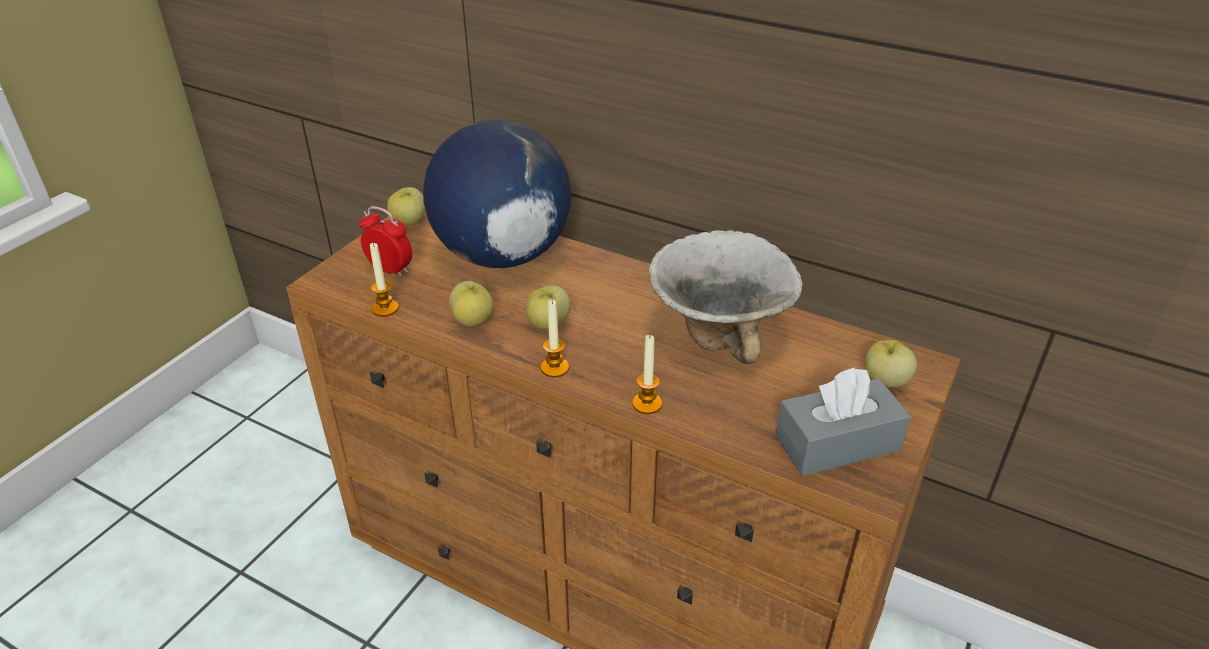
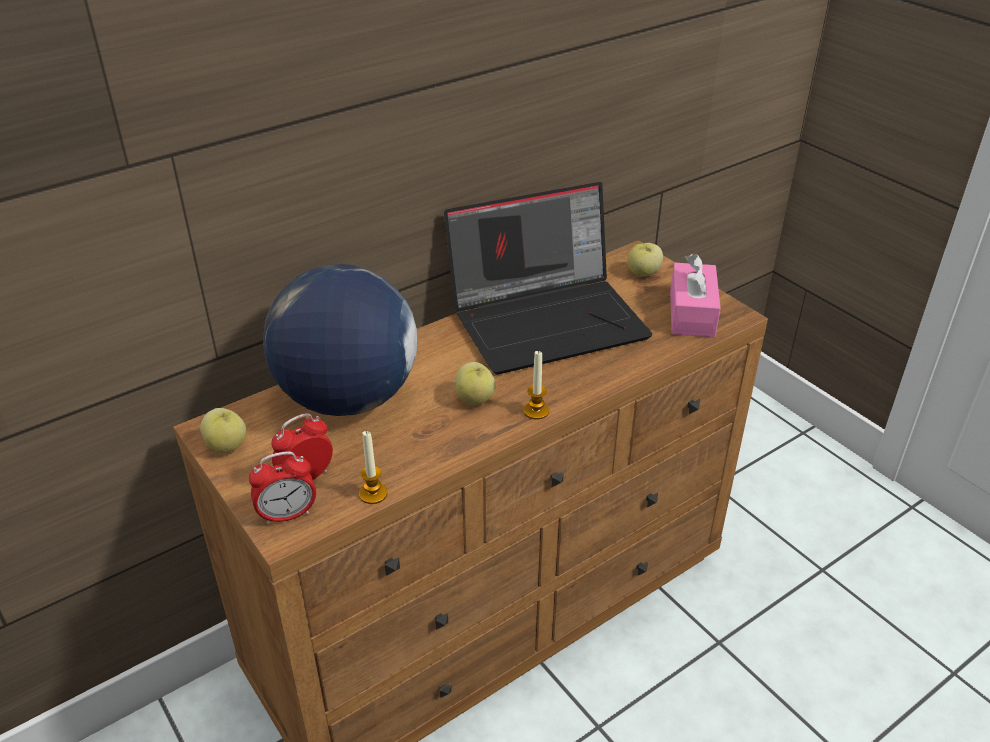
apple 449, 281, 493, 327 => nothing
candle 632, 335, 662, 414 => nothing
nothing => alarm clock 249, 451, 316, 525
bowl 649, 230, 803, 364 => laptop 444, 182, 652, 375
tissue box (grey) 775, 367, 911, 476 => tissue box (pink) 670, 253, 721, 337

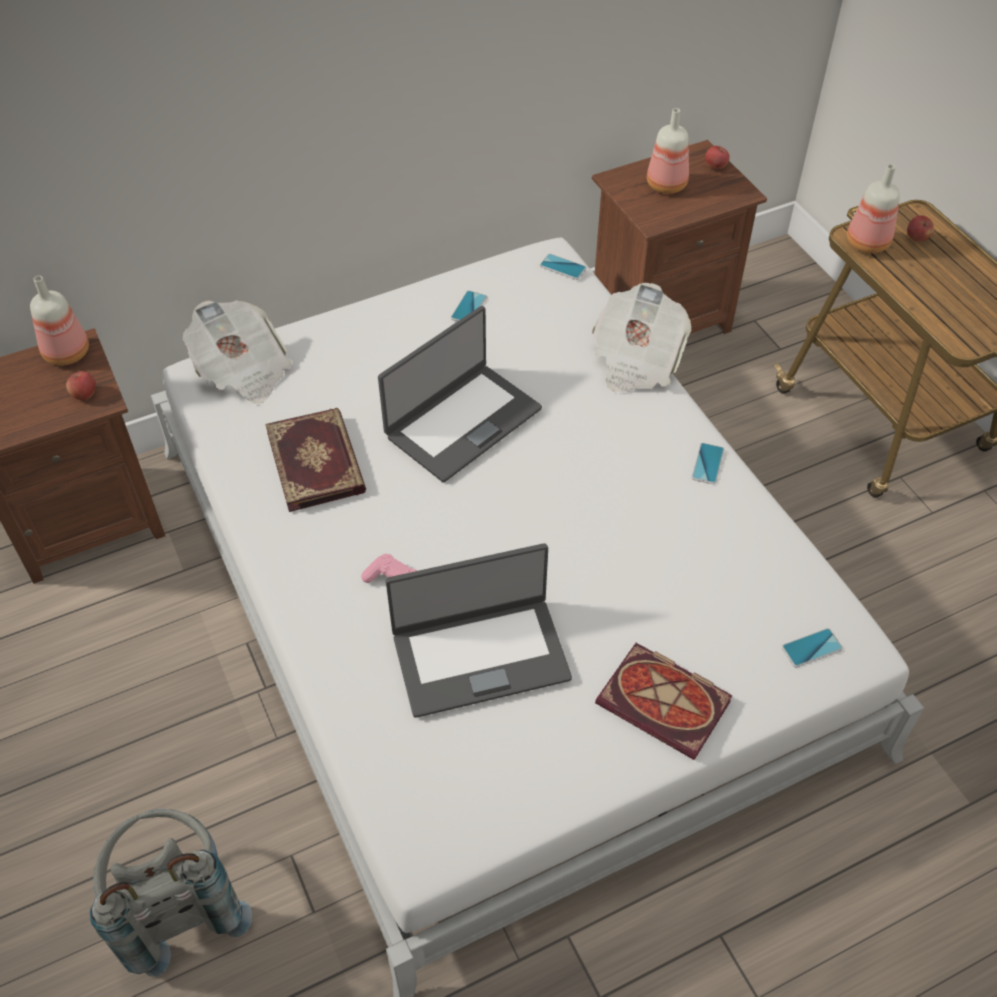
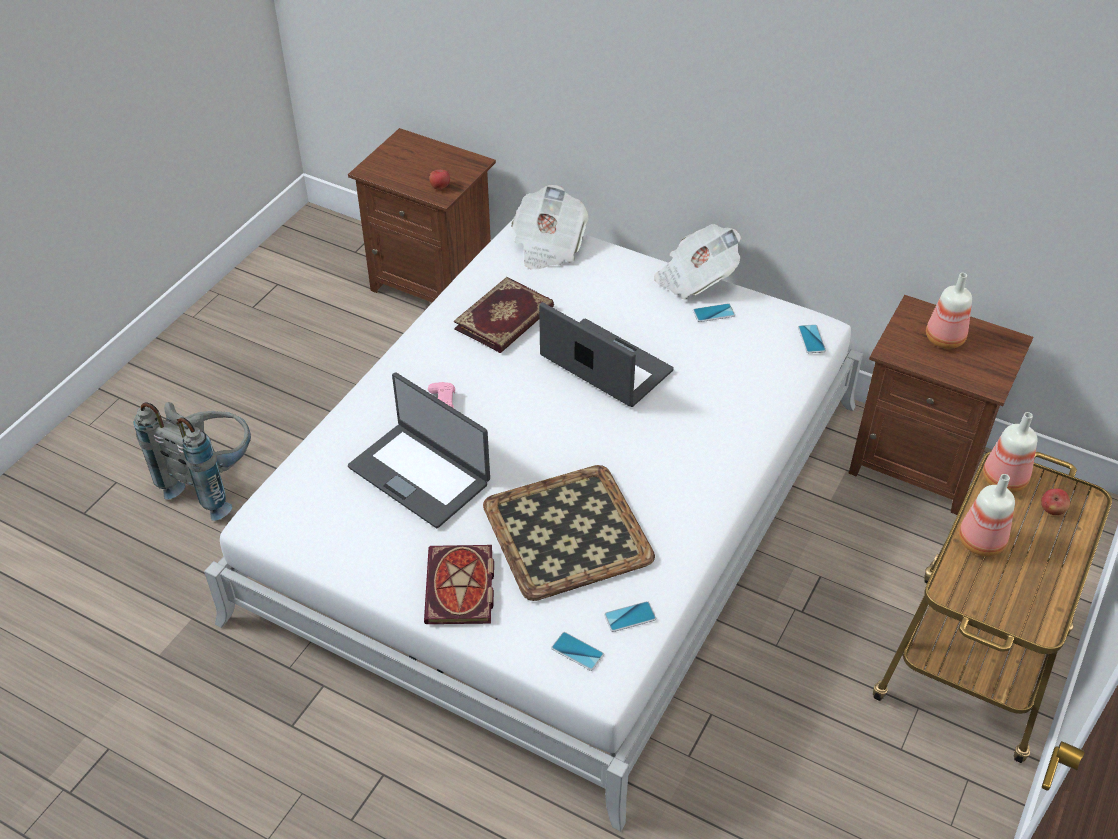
apple 705, 146, 730, 169 => nothing
nothing => tray 483, 465, 655, 601
bottle 30, 276, 89, 366 => bottle 959, 474, 1015, 556, move
newspaper 592, 283, 692, 392 => newspaper 654, 224, 742, 300, move
phone 691, 443, 724, 484 => phone 604, 601, 656, 632, move
laptop 378, 306, 542, 483 => laptop 539, 302, 674, 407, 150 degrees counterclockwise

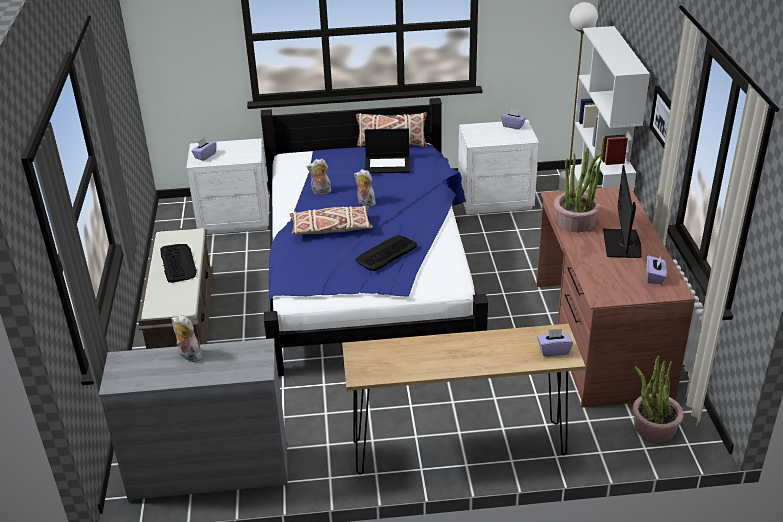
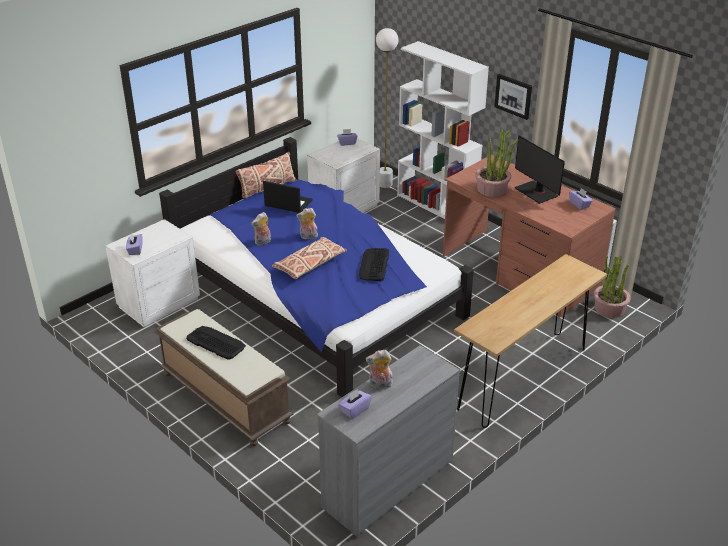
tissue box (purple) 537, 329, 573, 356 => tissue box (purple) 339, 389, 372, 419, move
laptop 365, 128, 410, 174 => laptop 263, 181, 312, 213, 120 degrees counterclockwise

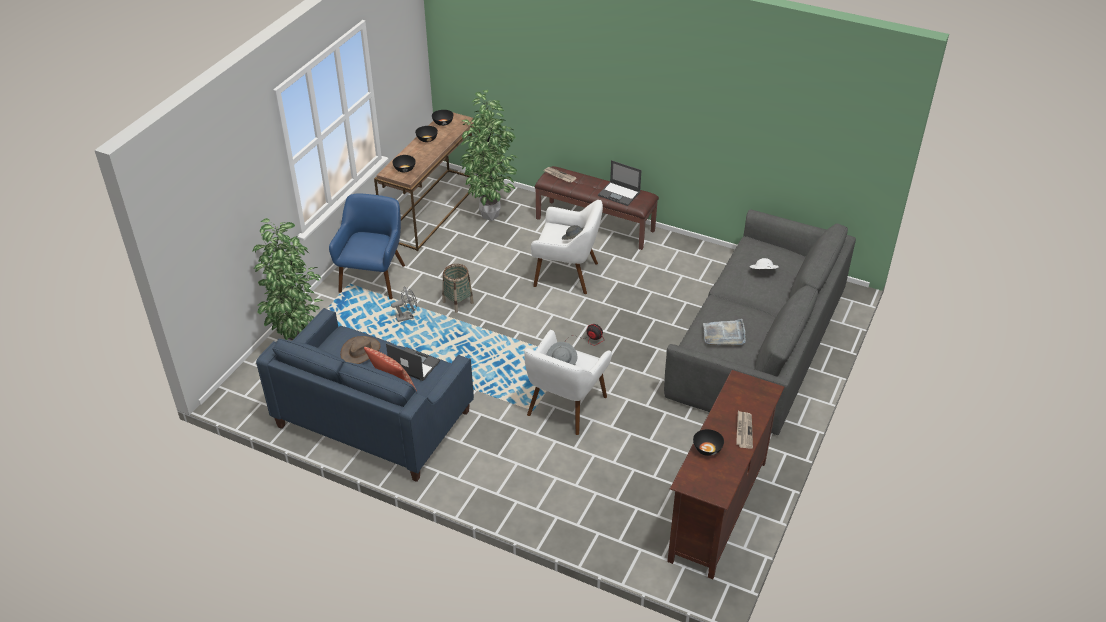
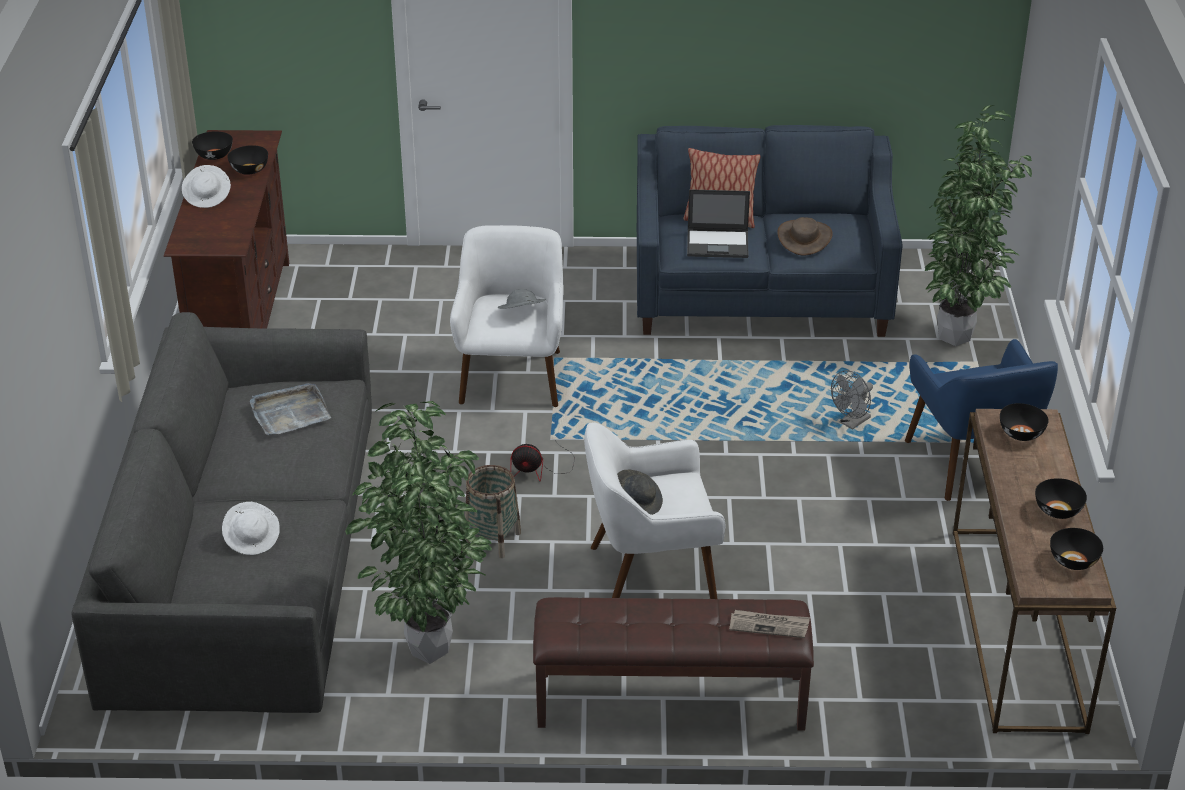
laptop 598, 160, 641, 206 => nothing
nothing => bowl (black) 192, 132, 233, 160
basket 442, 264, 474, 313 => basket 465, 465, 521, 558, move
potted plant 460, 90, 520, 221 => potted plant 345, 401, 492, 664, move
newspaper 736, 411, 753, 449 => hat (white) 182, 165, 231, 208

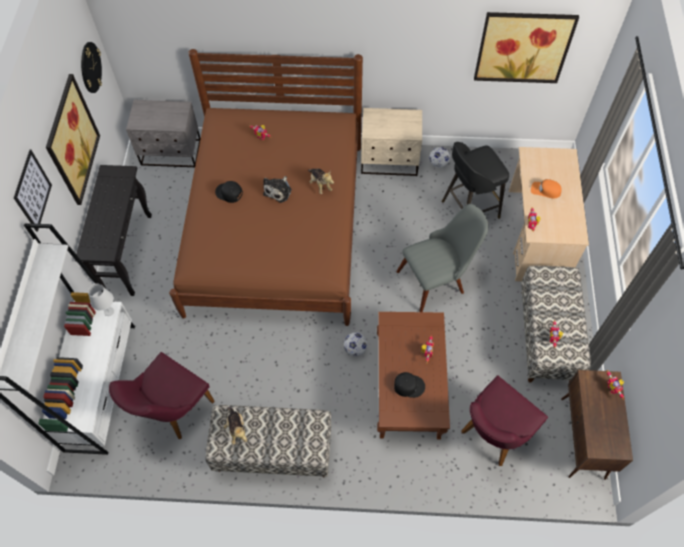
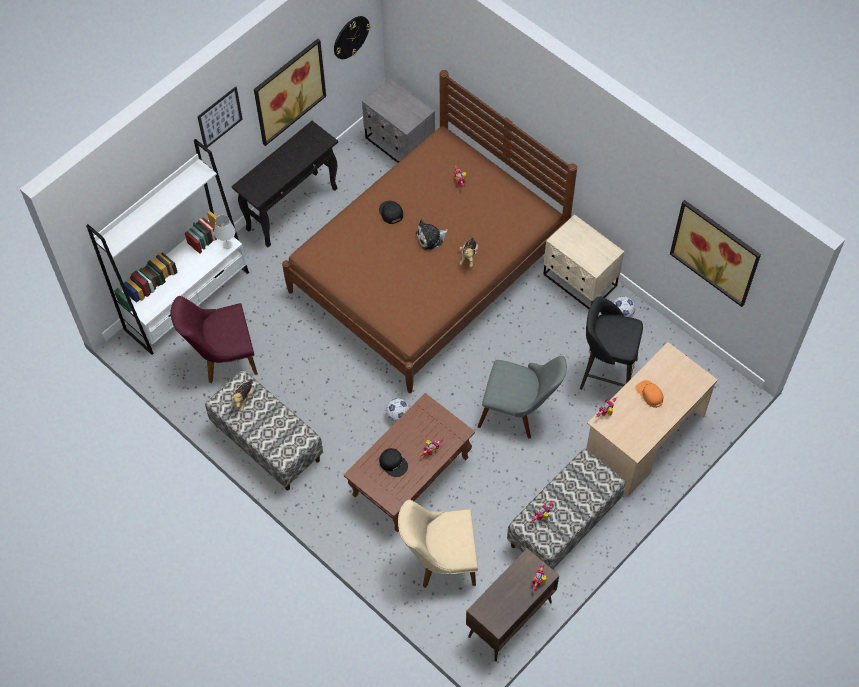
chair (purple) 461, 375, 548, 466 => chair (beige) 398, 500, 478, 588

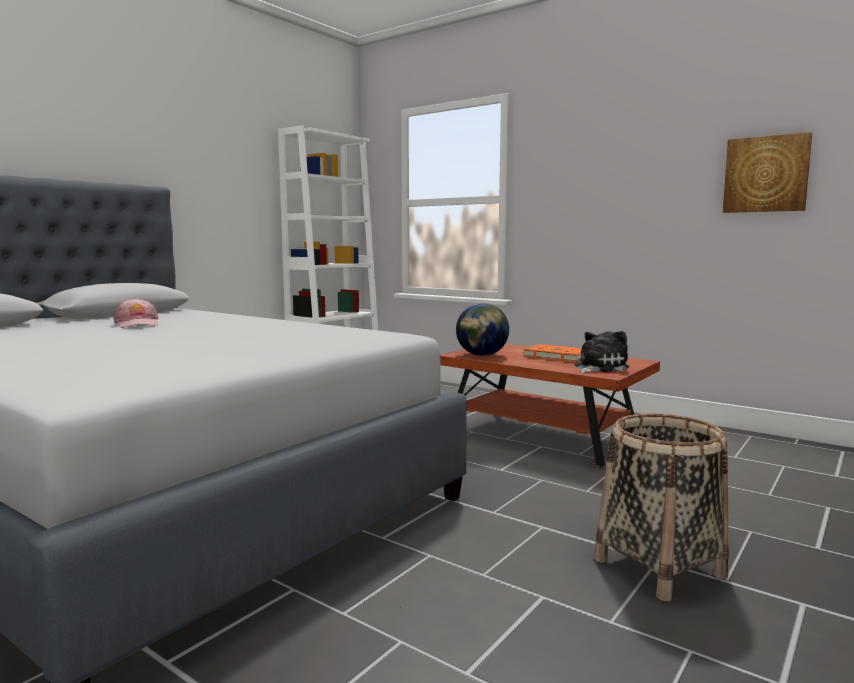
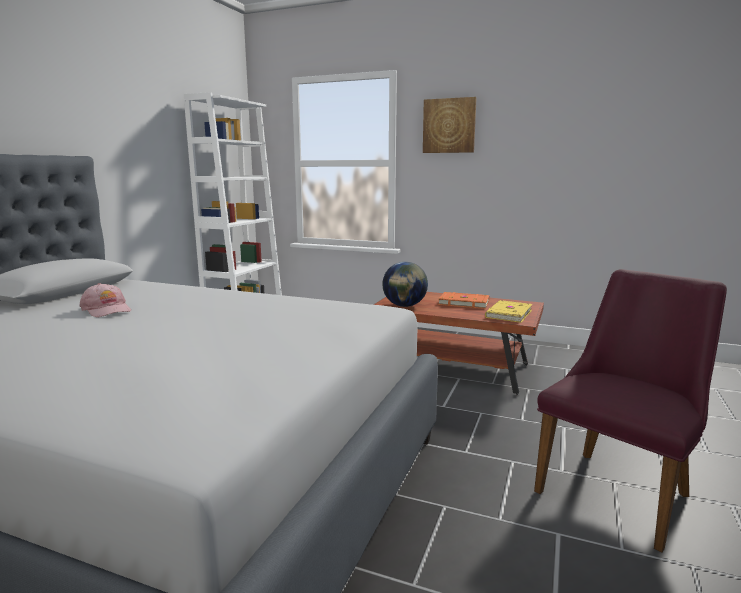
picture 723, 132, 812, 213 => picture 423, 97, 477, 153, move
plush toy 575, 331, 629, 373 => book (yellow) 485, 300, 532, 323
basket 594, 413, 729, 601 => chair (purple) 534, 269, 727, 552

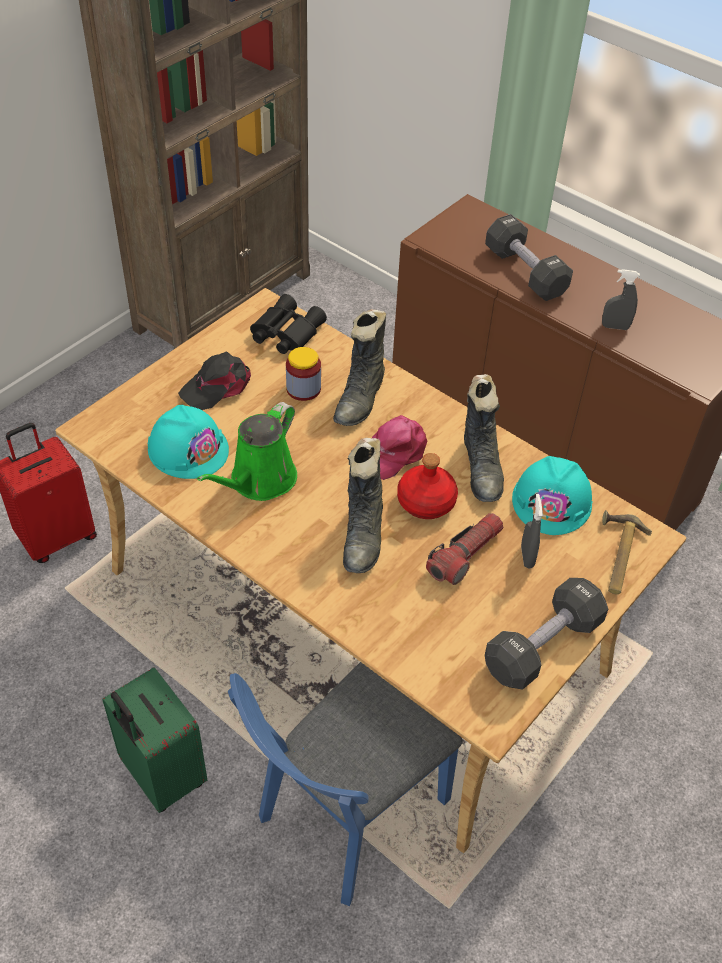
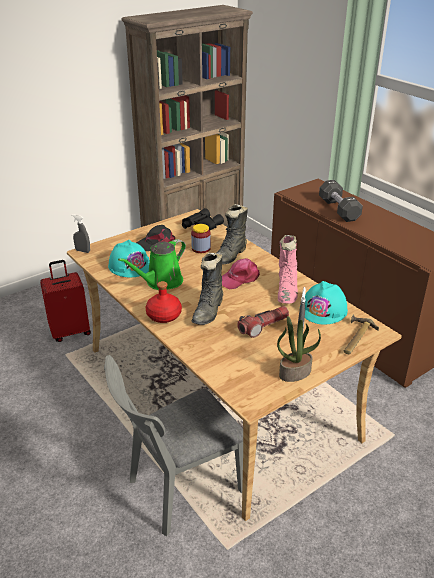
suitcase (green) 102, 667, 207, 813 => nothing
bottle (red) 397, 453, 458, 519 => bottle (red) 146, 281, 182, 323, move
spray bottle (grey) 602, 269, 640, 330 => spray bottle (grey) 72, 214, 90, 253, move
dumbbell (black) 485, 578, 608, 690 => potted plant 277, 316, 321, 382
chair (blue) 228, 662, 463, 906 => chair (grey) 104, 355, 243, 536
boot (black) 464, 374, 504, 502 => boot (pink) 278, 235, 298, 304

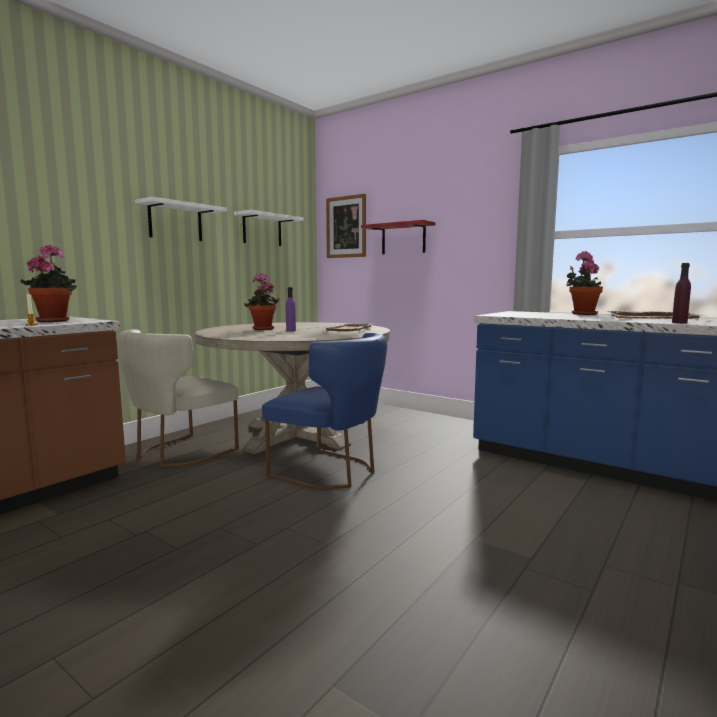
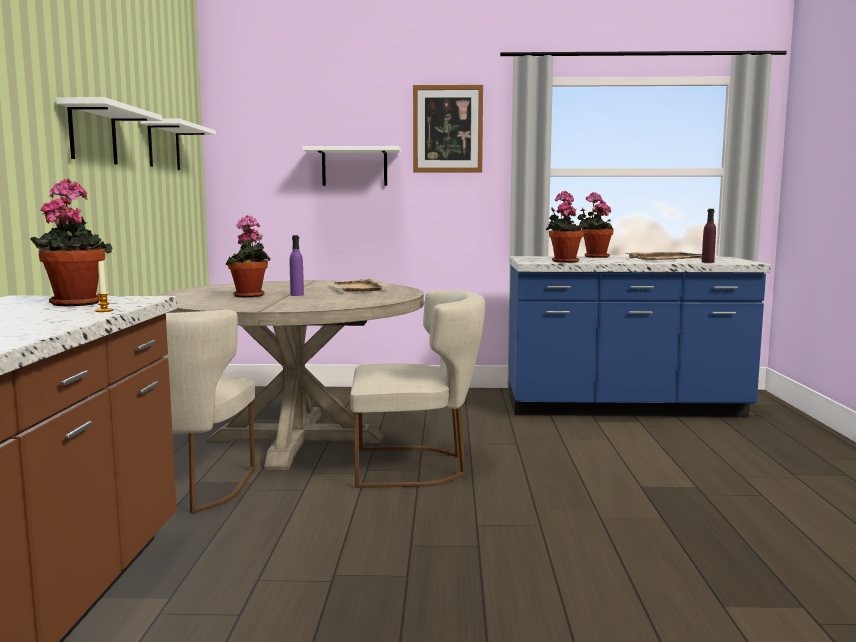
nothing => potted plant 546, 191, 584, 263
picture 326, 194, 366, 258 => picture 413, 85, 483, 172, move
chair (blue) 262, 333, 387, 490 => chair (beige) 351, 290, 485, 488
shelf (red) 361, 220, 436, 254 => shelf (white) 302, 146, 401, 186

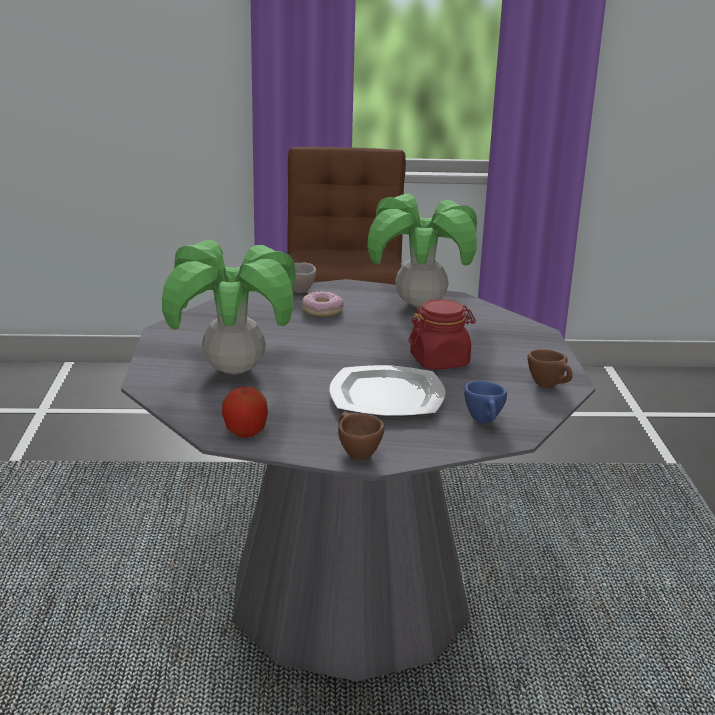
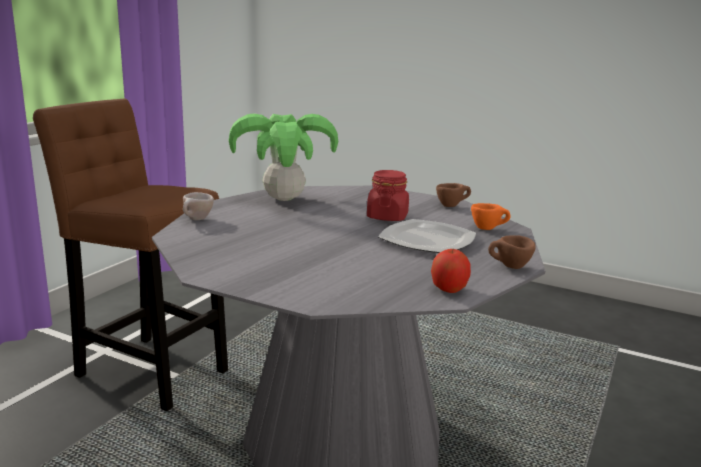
potted plant 162, 240, 295, 375 => nothing
donut 302, 291, 344, 317 => nothing
cup (blue) 464, 381, 507, 423 => cup (orange) 471, 203, 511, 230

